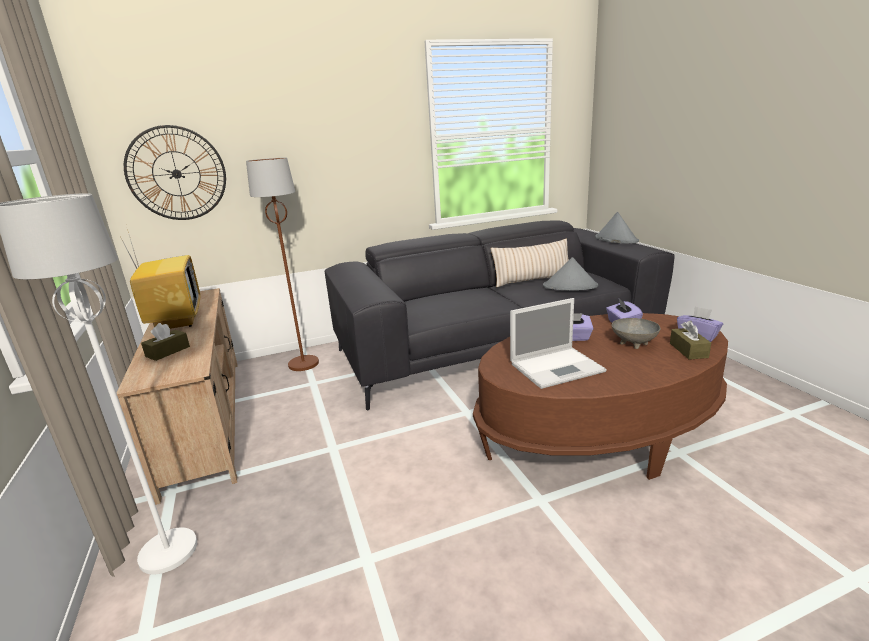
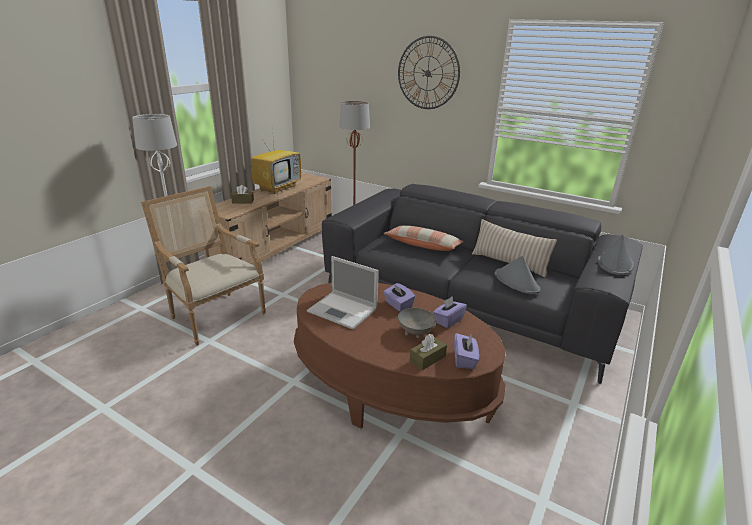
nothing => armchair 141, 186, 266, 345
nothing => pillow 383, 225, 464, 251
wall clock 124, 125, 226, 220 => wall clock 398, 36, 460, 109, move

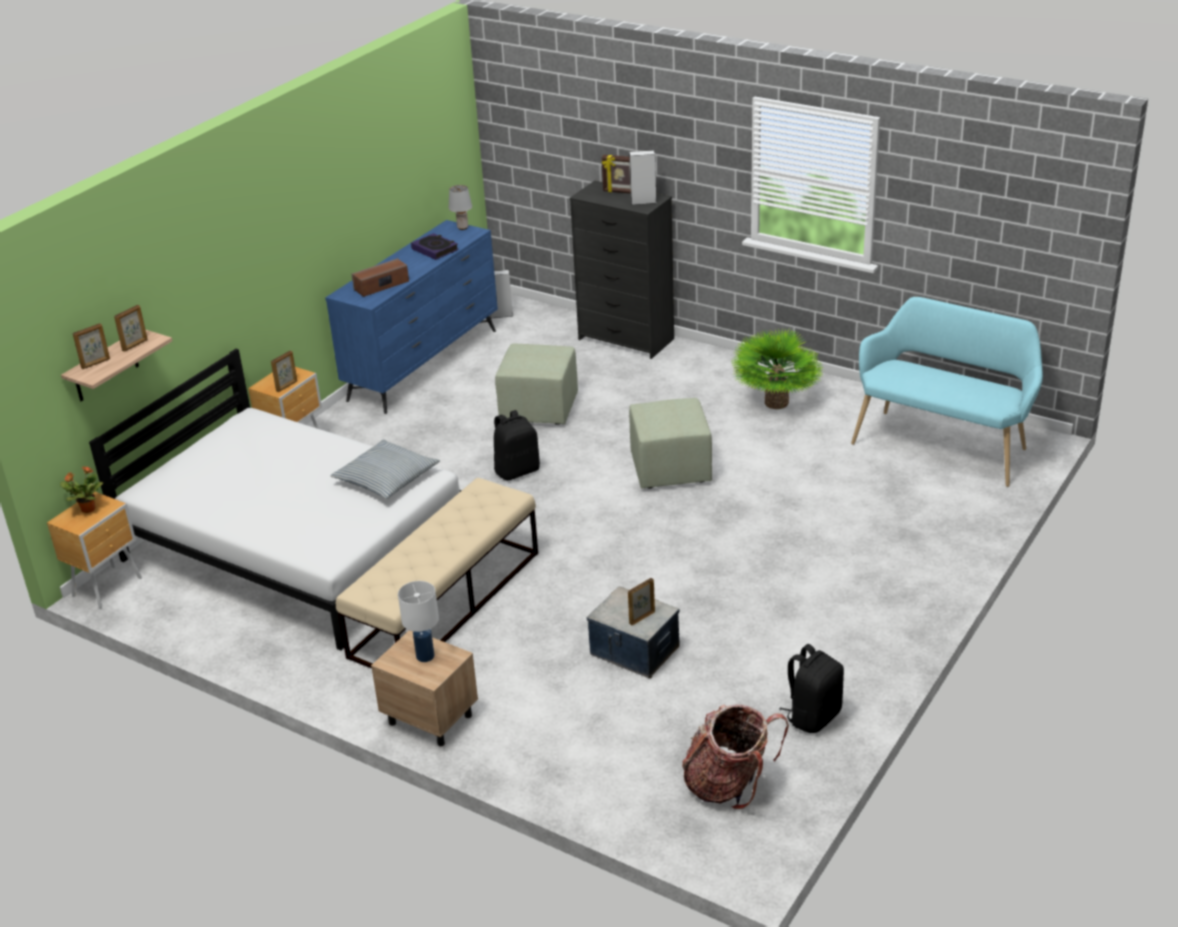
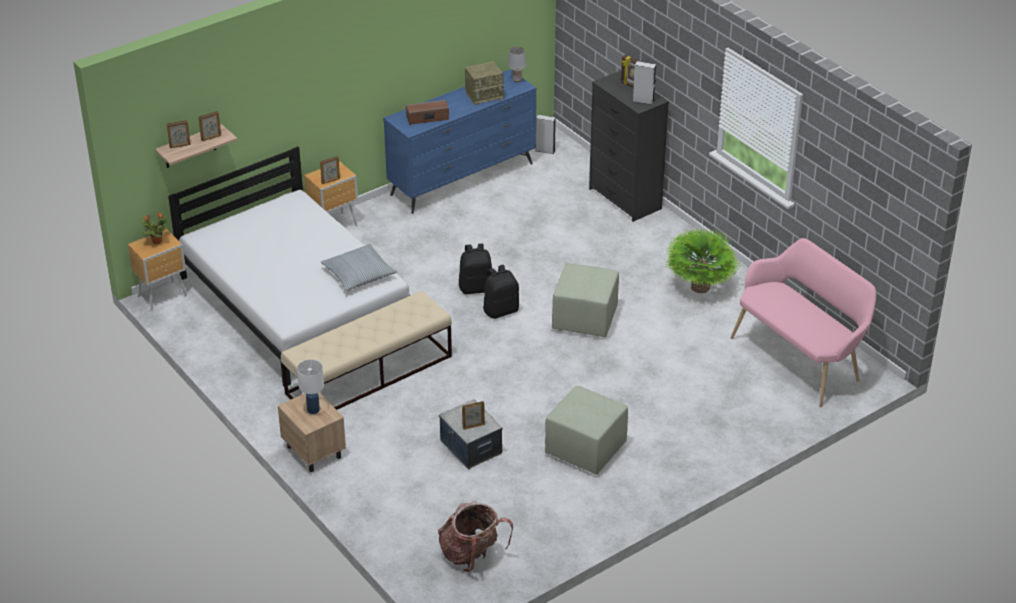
ottoman (green) 495, 344, 578, 425 => ottoman (green) 545, 386, 628, 475, move
backpack (black) 779, 644, 844, 733 => backpack (black) 483, 265, 519, 319, move
book 411, 233, 459, 260 => radio 465, 61, 505, 105
bench (turquoise) 851, 297, 1043, 487 => bench (pink) 731, 238, 876, 407

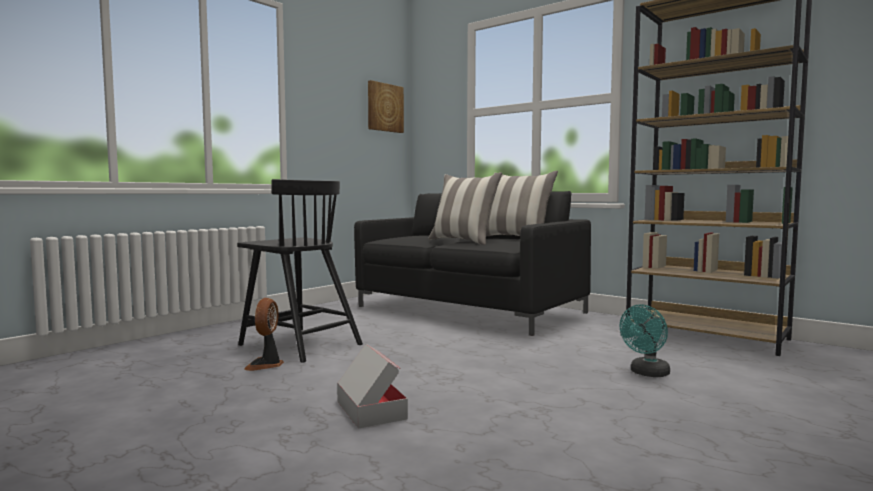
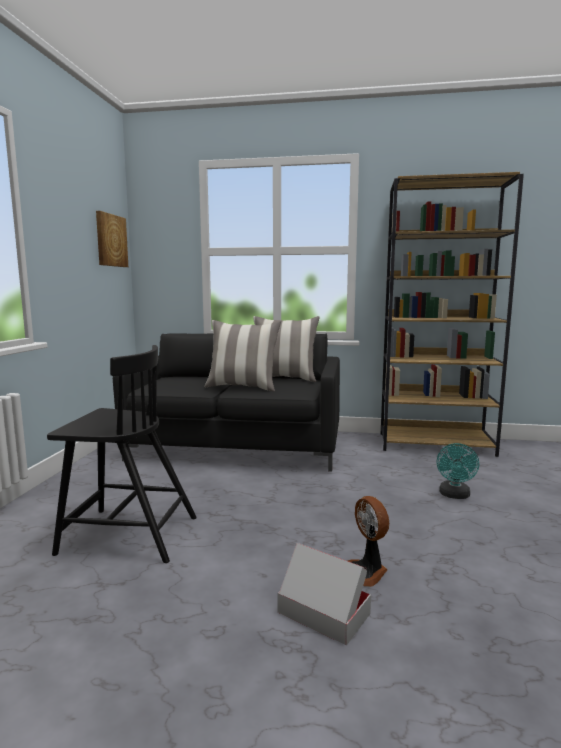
fan 244, 298, 284, 371 => fan 348, 496, 389, 587, move

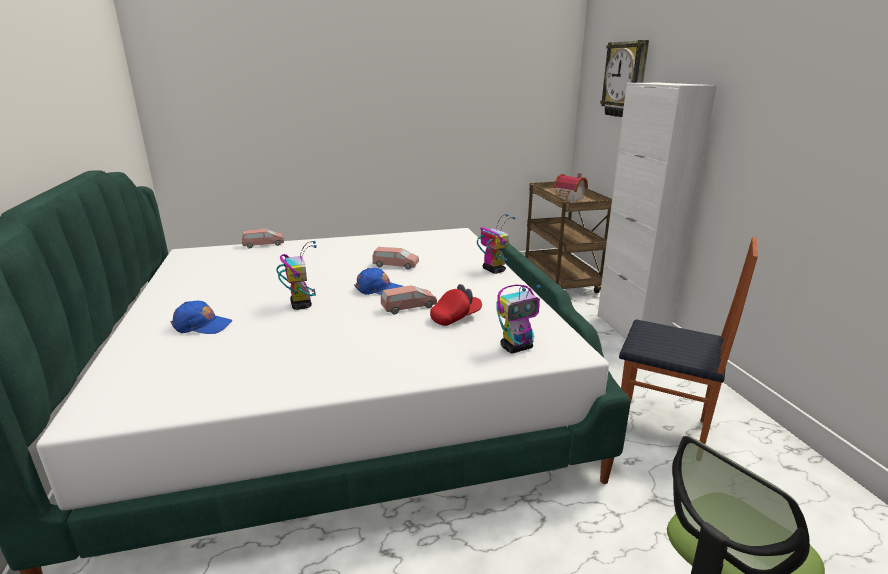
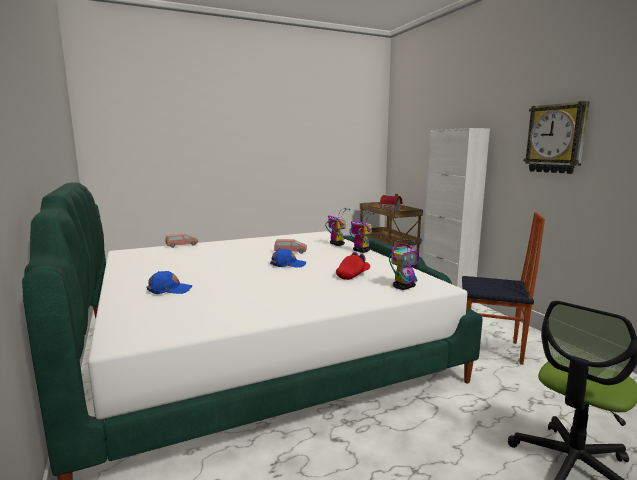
toy car (pink) 381, 285, 437, 314 => nothing
toy robot 276, 241, 317, 310 => toy robot 325, 208, 350, 246, move
wall clock 600, 40, 649, 117 => wall clock 524, 101, 590, 174, move

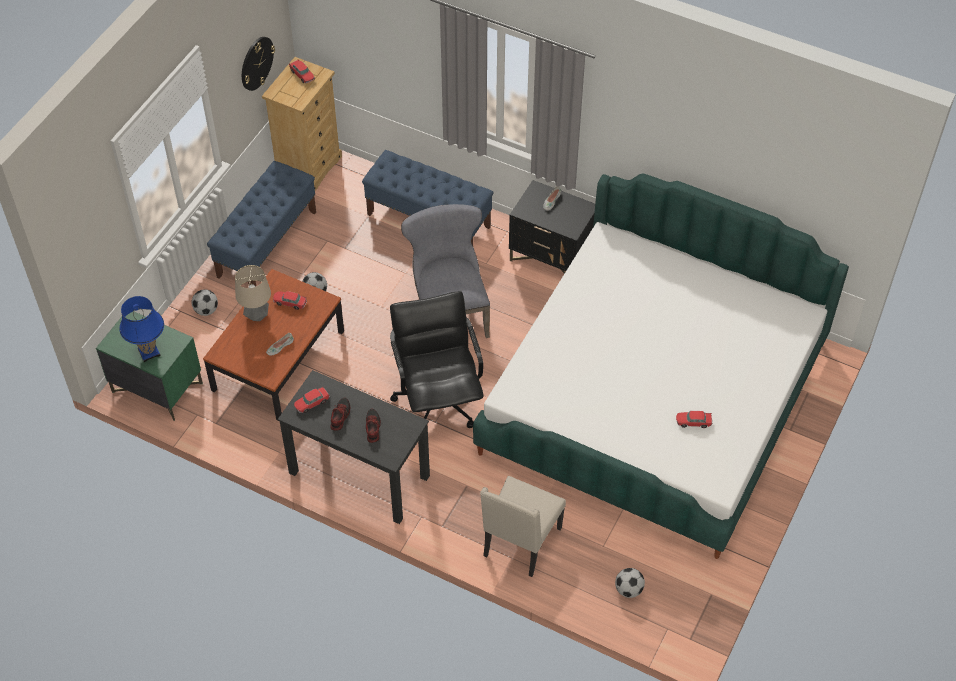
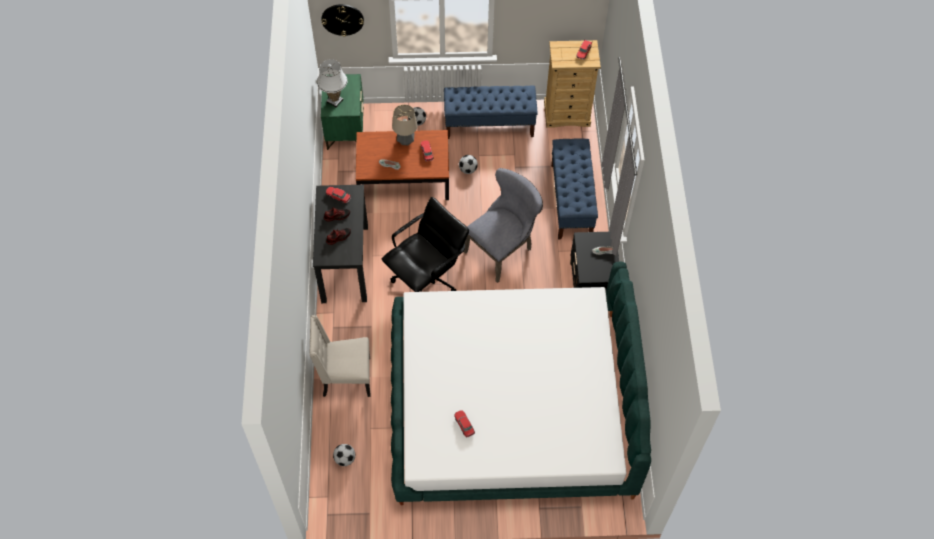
wall clock 242, 37, 275, 91 => wall clock 321, 4, 364, 37, move
table lamp (blue) 119, 296, 164, 362 => table lamp (white) 317, 59, 348, 107

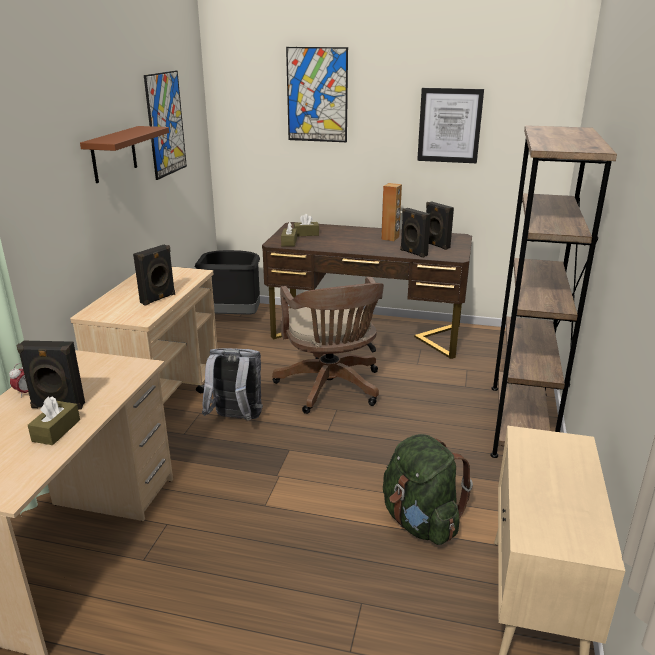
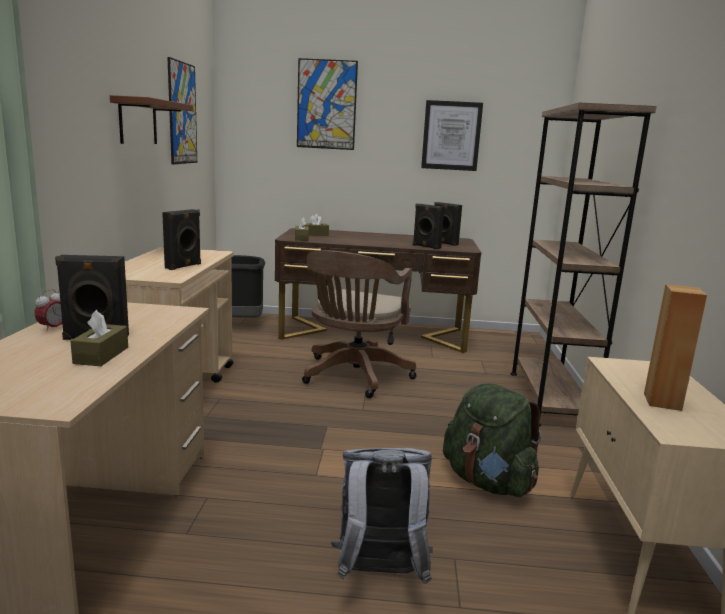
backpack (grey) 202, 348, 263, 421 => backpack (grey) 331, 448, 433, 584, move
speaker (brown) 381, 183, 402, 241 => speaker (brown) 644, 284, 707, 411, move
office chair (brown) 272, 277, 384, 414 => office chair (brown) 302, 250, 416, 398, 45 degrees clockwise

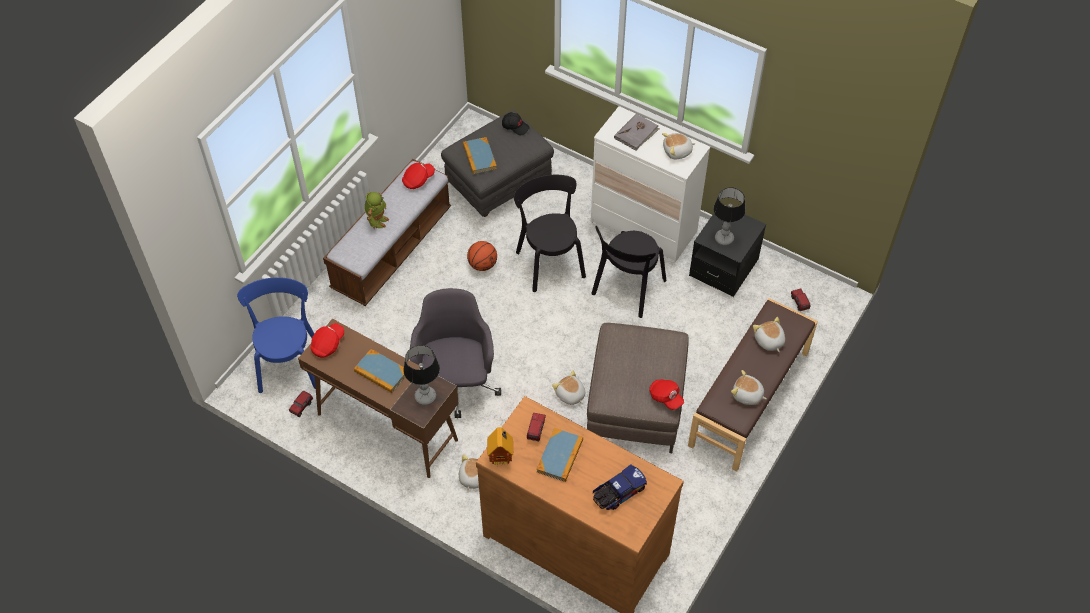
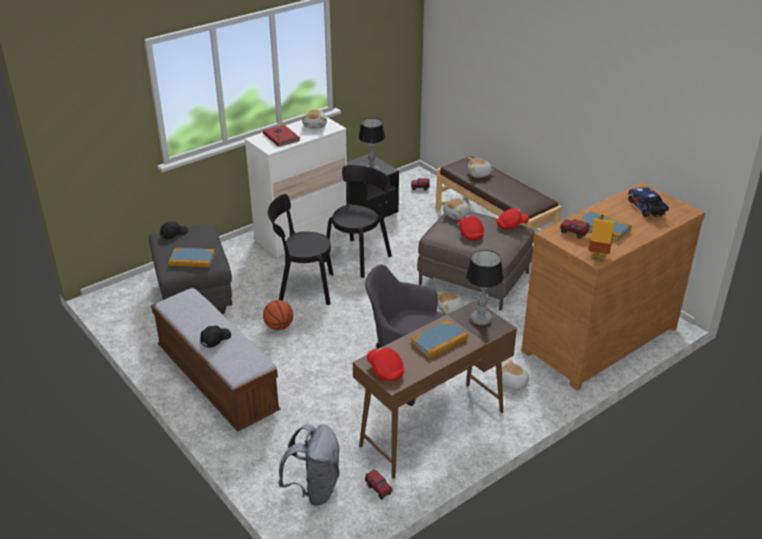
cap (red) 402, 163, 435, 189 => cap (red) 459, 215, 484, 240, move
plush toy 731, 370, 767, 405 => plush toy 441, 198, 470, 220, move
chair (blue) 237, 277, 316, 393 => backpack (grey) 278, 424, 340, 506
toy robot 365, 192, 389, 229 => cap (black) 200, 326, 231, 348
book (grey) 614, 114, 660, 151 => book (red) 263, 125, 300, 147
chair (black) 591, 226, 666, 318 => chair (black) 323, 165, 392, 278, 105 degrees counterclockwise

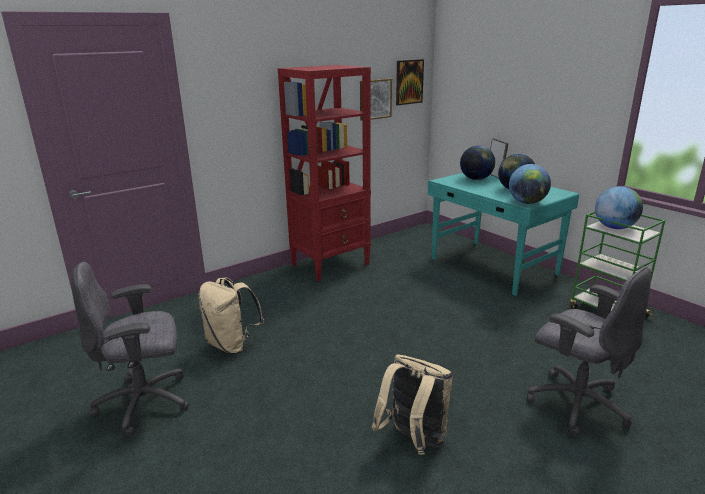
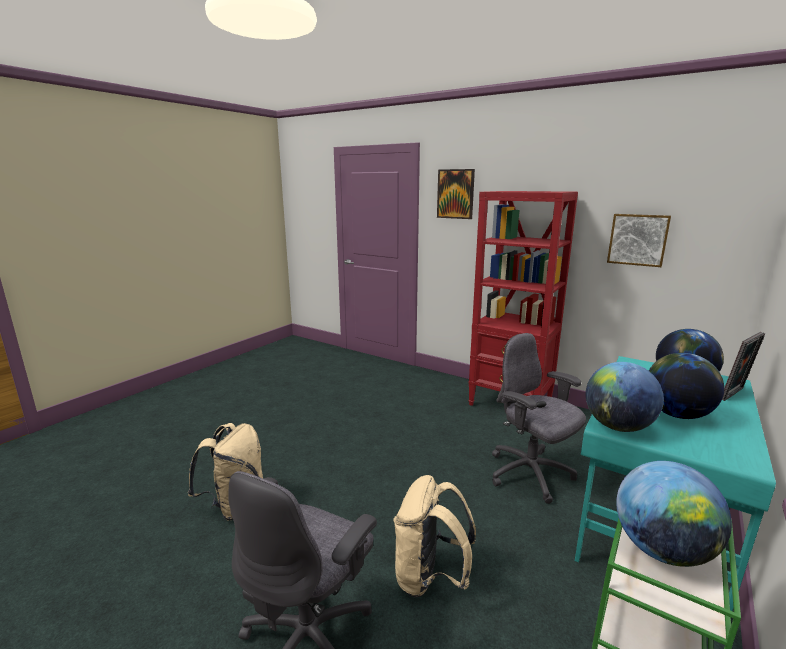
office chair (grey) 71, 262, 189, 437 => office chair (grey) 492, 333, 586, 504, move
backpack (beige) 198, 278, 264, 354 => backpack (beige) 393, 475, 476, 598, move
picture 396, 59, 424, 105 => picture 437, 169, 475, 219, move

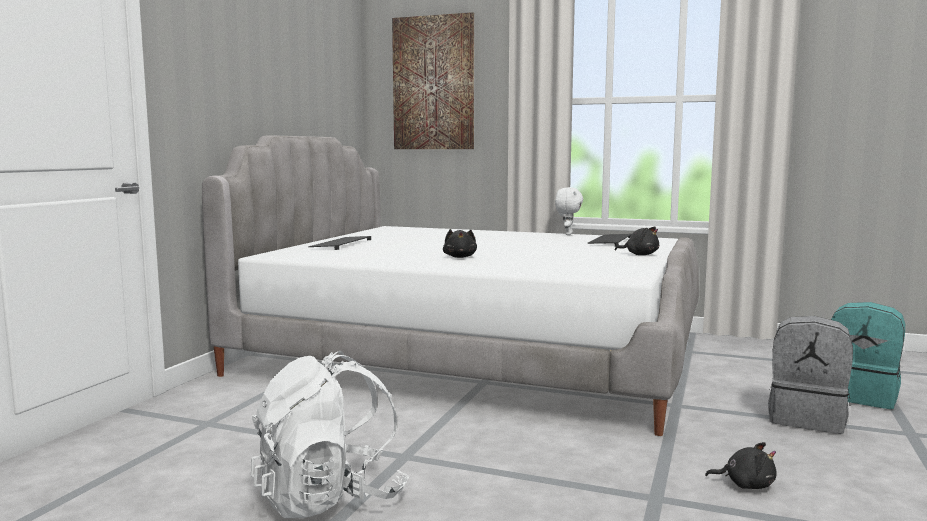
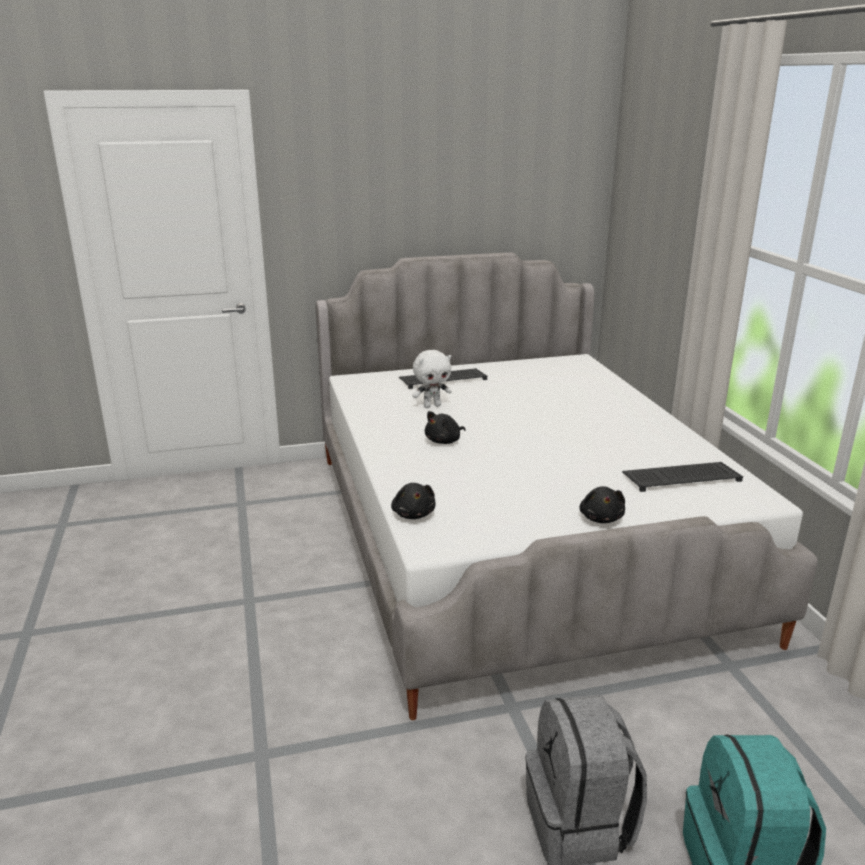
backpack (white) 251, 351, 409, 518 => nothing
picture 392, 12, 474, 149 => nothing
plush toy (white) 555, 187, 583, 235 => plush toy (white) 412, 350, 452, 408, move
plush toy (black) 705, 442, 777, 489 => plush toy (black) 391, 483, 435, 519, move

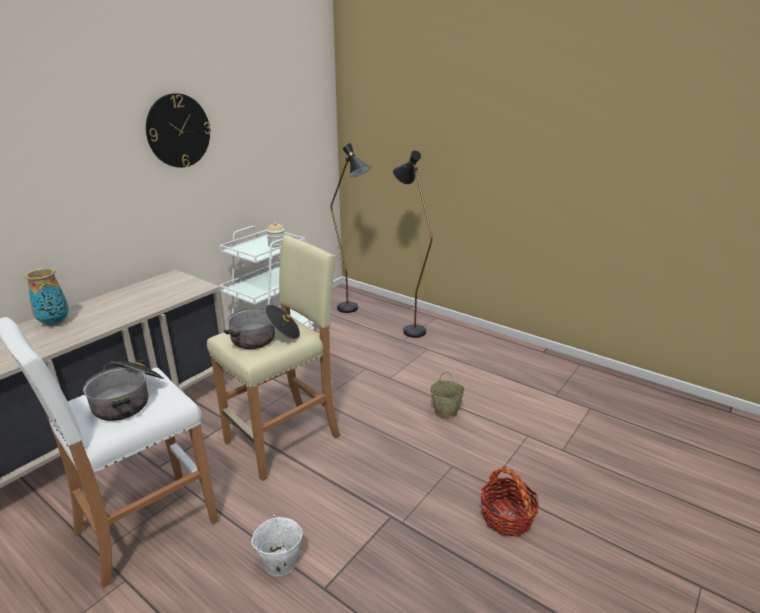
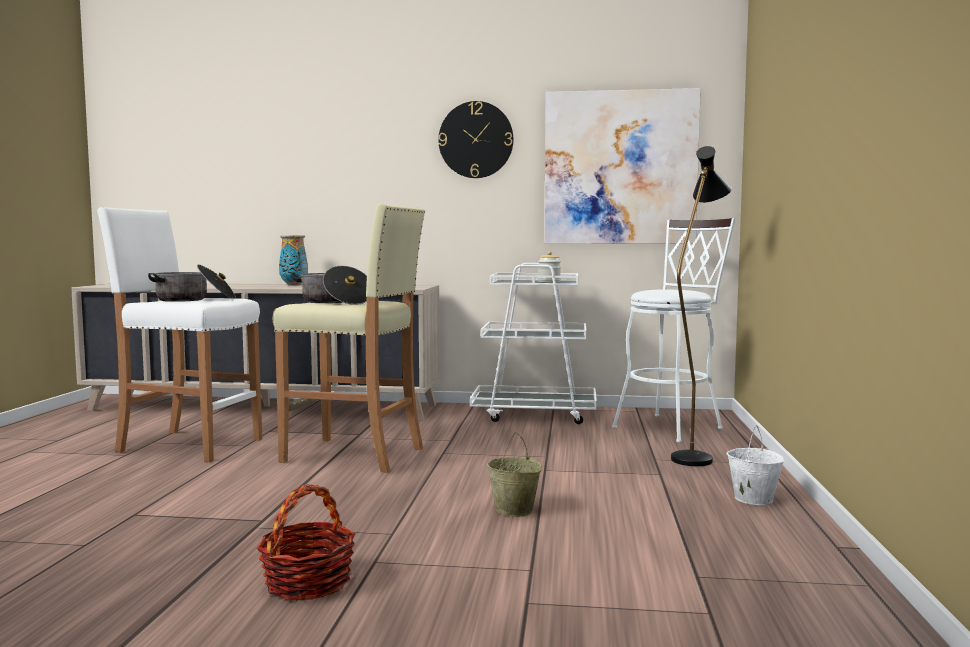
nothing => picture 544, 88, 701, 244
bucket (white) 251, 512, 303, 576 => bucket (white) 726, 425, 784, 505, move
floor lamp (black) 331, 143, 371, 313 => stool (white) 612, 218, 735, 443

